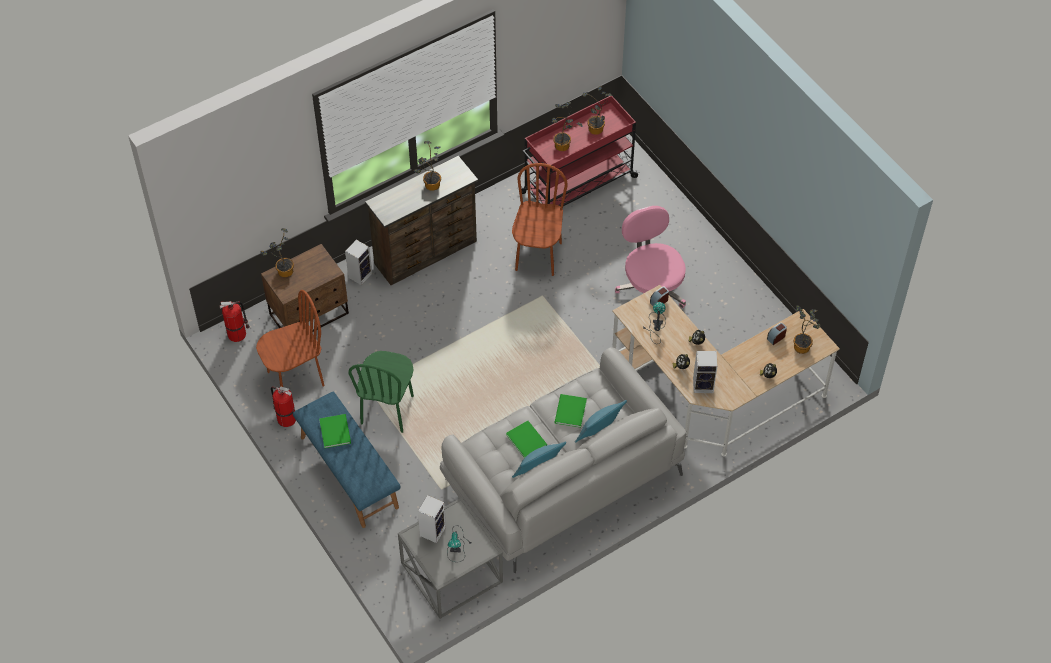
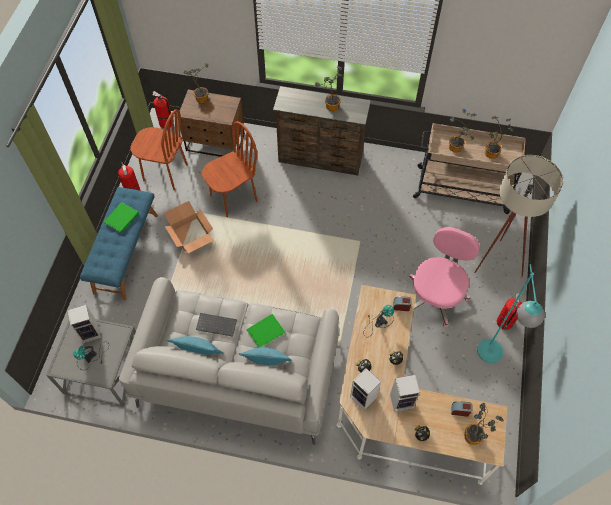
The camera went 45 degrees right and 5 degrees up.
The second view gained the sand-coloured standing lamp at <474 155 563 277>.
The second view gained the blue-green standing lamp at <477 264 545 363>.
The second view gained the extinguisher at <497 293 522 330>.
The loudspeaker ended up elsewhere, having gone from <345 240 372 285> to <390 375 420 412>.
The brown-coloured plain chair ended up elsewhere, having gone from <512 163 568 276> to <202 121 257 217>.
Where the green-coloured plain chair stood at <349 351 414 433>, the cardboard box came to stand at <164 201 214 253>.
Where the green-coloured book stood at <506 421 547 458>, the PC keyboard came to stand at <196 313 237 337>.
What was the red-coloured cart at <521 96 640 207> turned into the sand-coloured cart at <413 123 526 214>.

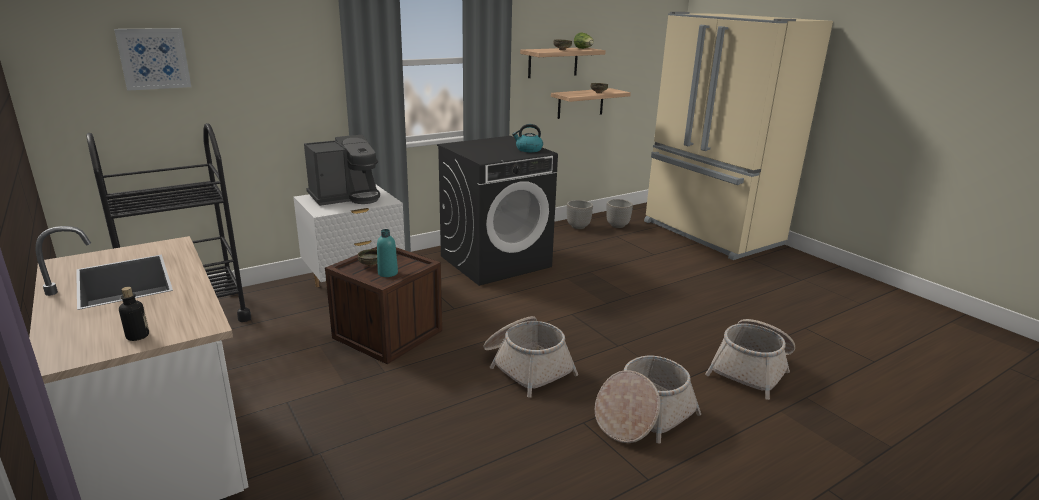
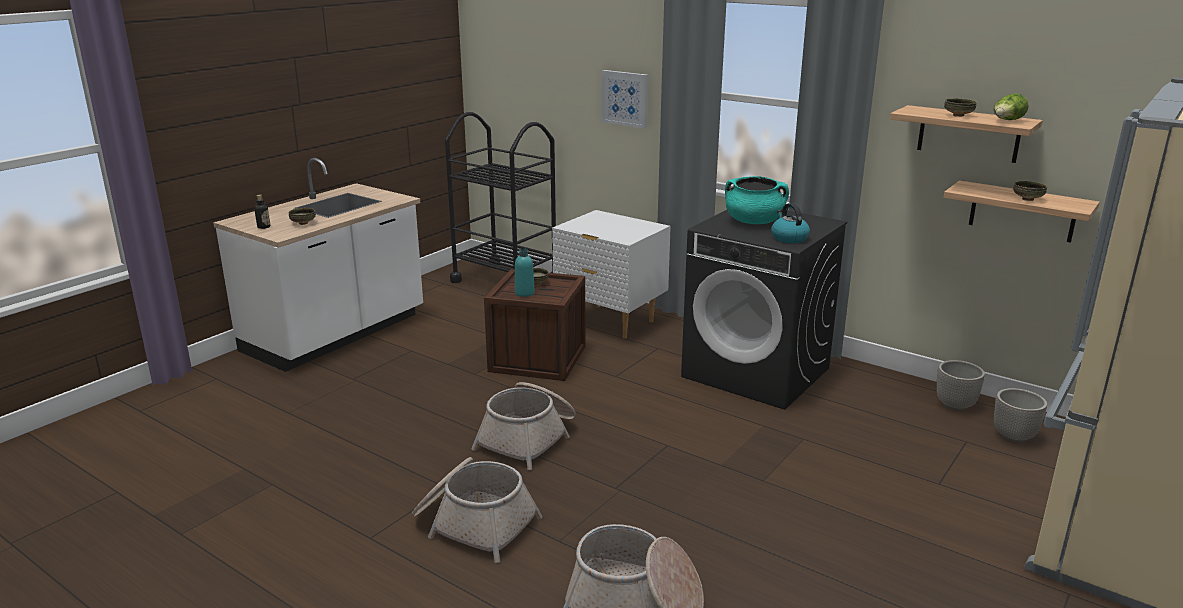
The camera went 70 degrees right and 0 degrees up.
The second view lost the coffee maker at <304 135 380 206>.
The second view gained the serving bowl at <289 208 316 225>.
The second view gained the blue-green saucepot at <725 176 789 224>.
The picture ended up elsewhere, having gone from <114 28 191 91> to <602 70 648 128>.

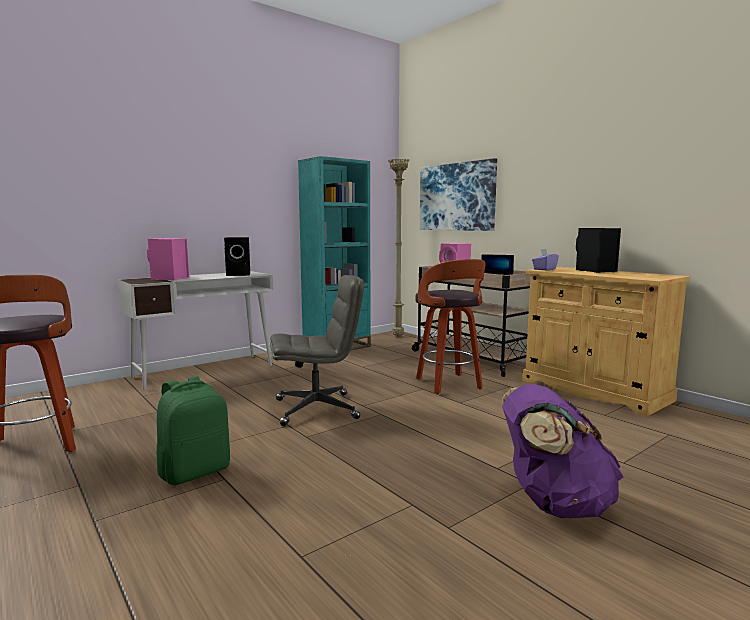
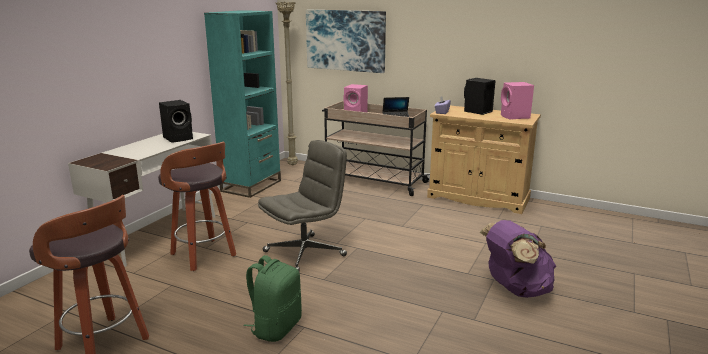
The camera went 25 degrees left and 10 degrees up.
The pink-coloured loudspeaker ended up elsewhere, having gone from <147 238 189 281> to <501 82 534 119>.
The sitting stool ended up elsewhere, having gone from <415 259 485 394> to <158 142 236 271>.

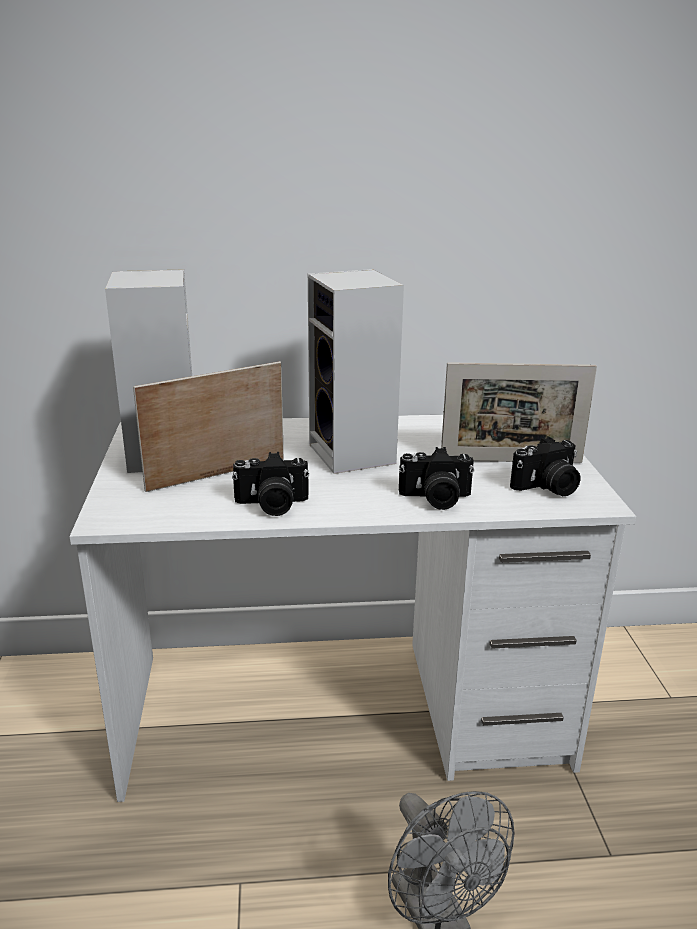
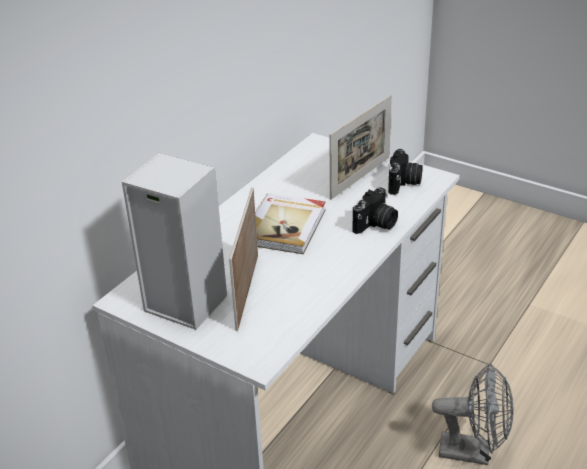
The camera went 50 degrees left and 10 degrees up.
The second view lost the still camera at <232 452 309 516>.
Where the loudspeaker stood at <308 269 404 474>, the book came to stand at <255 193 326 254>.

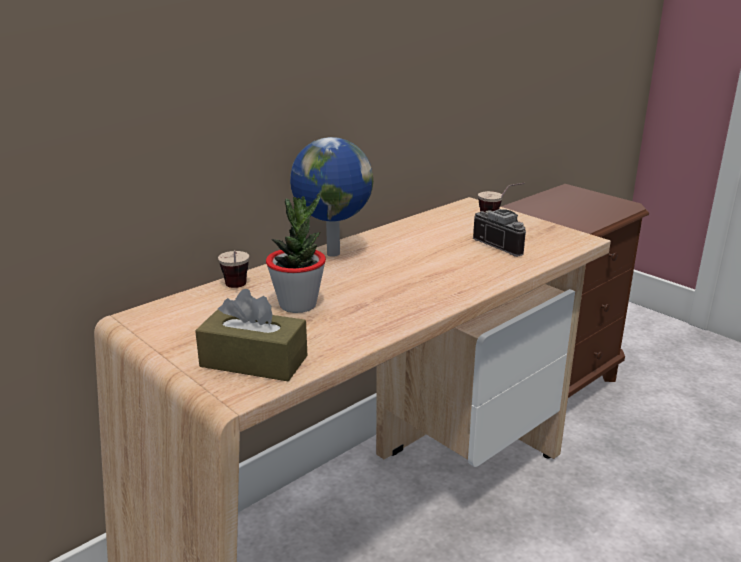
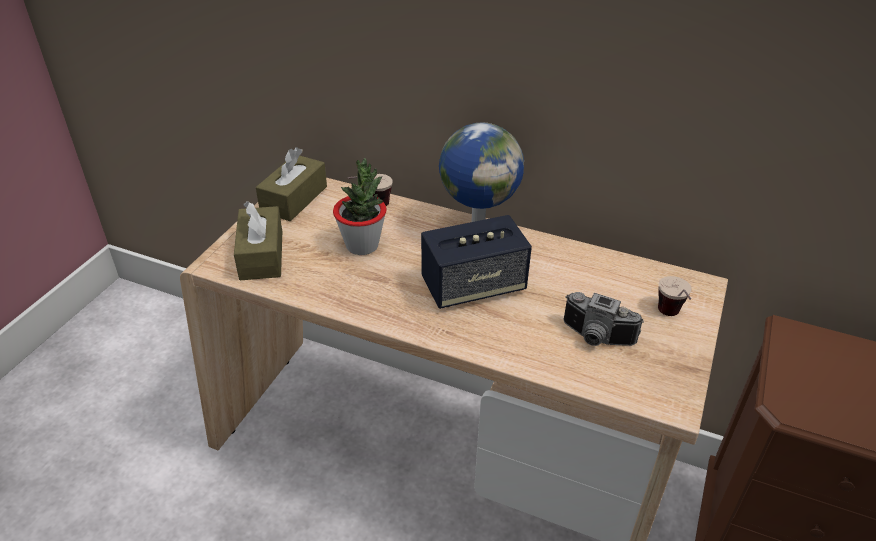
The camera went 65 degrees right and 15 degrees up.
The second view gained the brown-coloured tissue box at <256 147 327 221>.
The second view gained the loudspeaker at <421 215 532 309>.
The still camera at <473 209 526 257> ended up facing another way, 90 degrees clockwise from before.

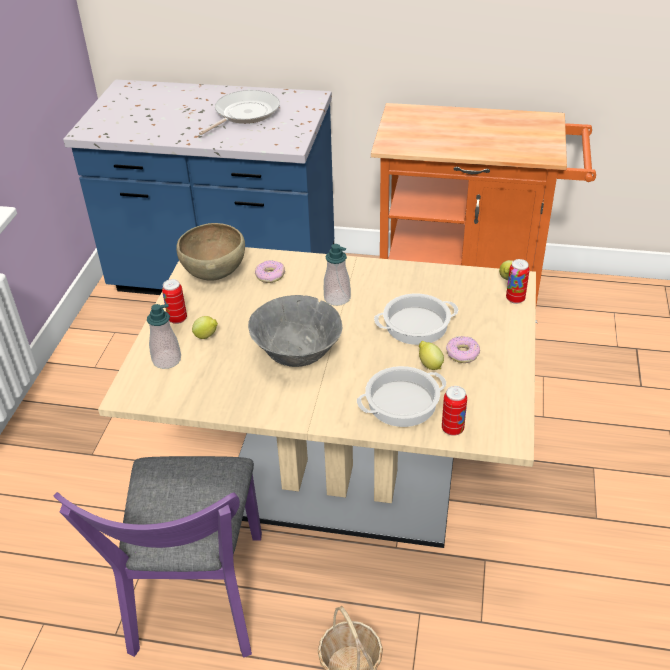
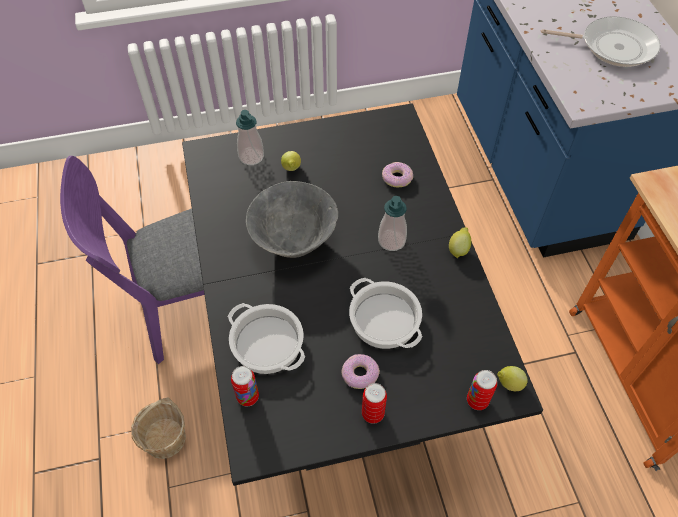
The camera went 65 degrees right and 15 degrees up.
The second view lost the brown-coloured serving bowl at <176 223 245 281>.
The can ended up elsewhere, having gone from <162 279 187 324> to <362 383 387 424>.
The lemon ended up elsewhere, having gone from <419 341 444 370> to <449 227 471 258>.
What was the sand-coloured dinner table at <98 247 536 548> turned into the black-coloured dinner table at <182 103 543 486>.

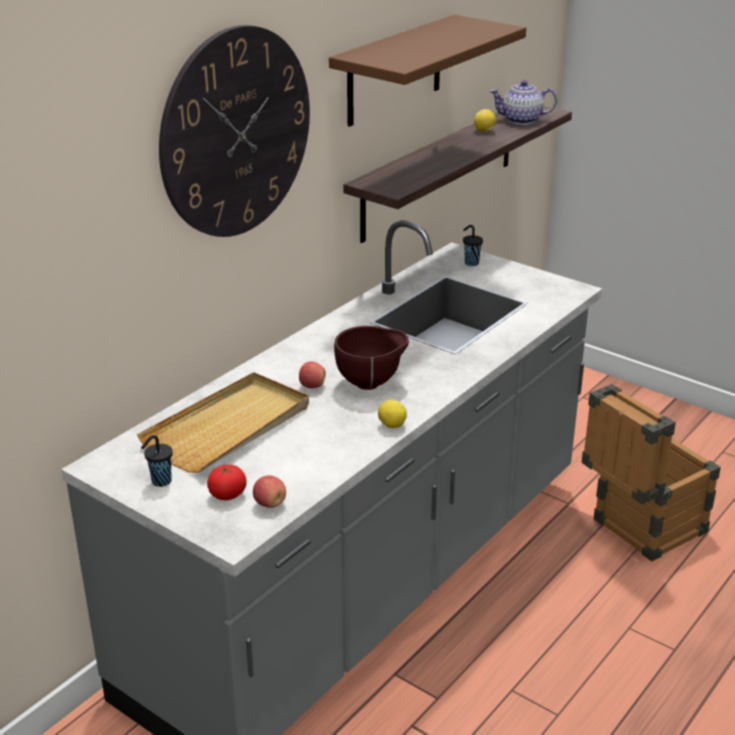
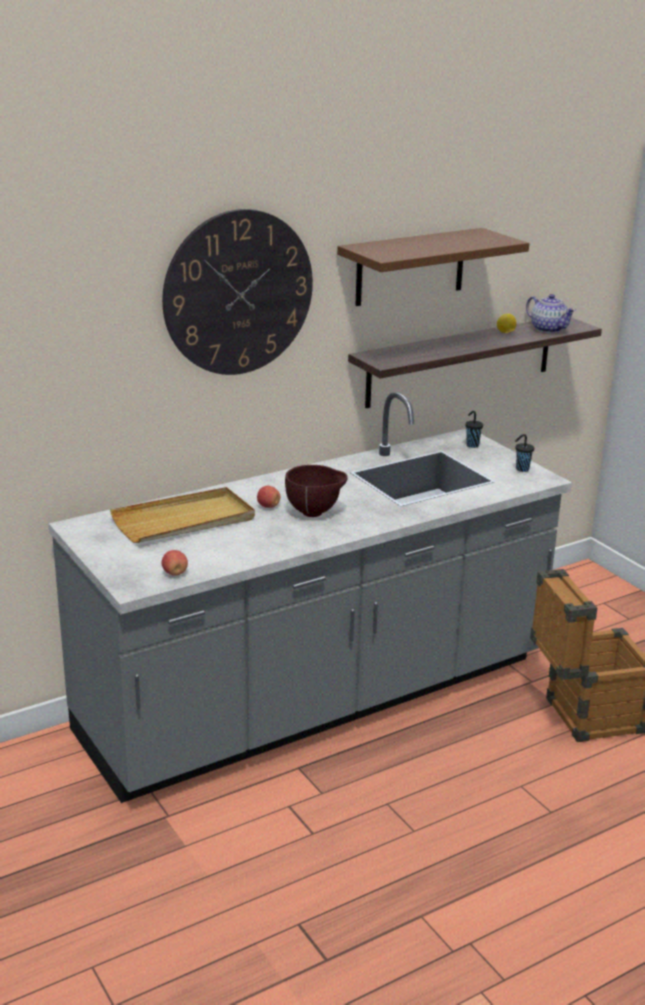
The camera went 20 degrees right and 5 degrees down.
The second view lost the fresh tomato at <207 465 246 500>.
The second view lost the lemon at <378 400 407 428>.
The black-coloured drinking cup ended up elsewhere, having gone from <141 435 173 487> to <515 434 534 472>.
The teapot at <490 80 557 125> ended up facing another way, 150 degrees counterclockwise from before.

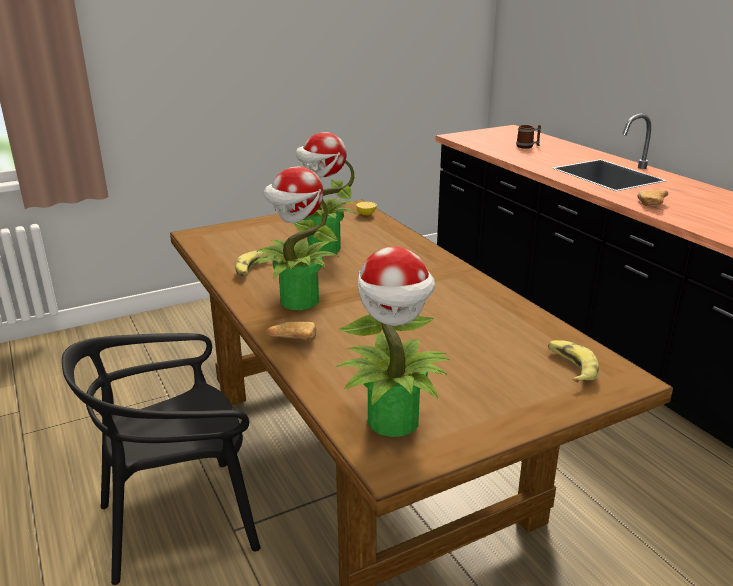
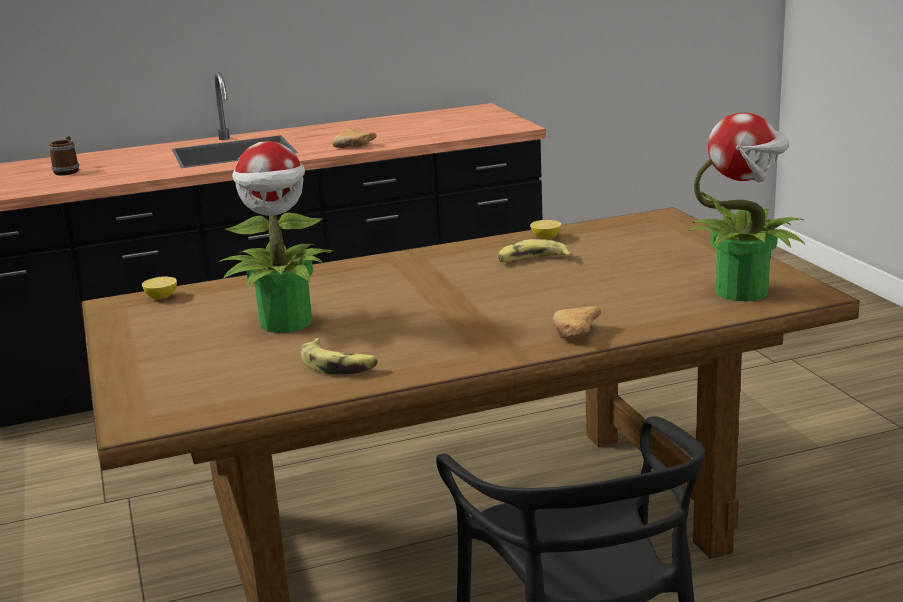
The camera went 80 degrees left and 5 degrees down.
The second view lost the potted plant at <252 166 341 310>.
The second view gained the lemon at <530 220 562 240>.
The banana ended up elsewhere, having gone from <548 340 599 383> to <498 239 573 262>.

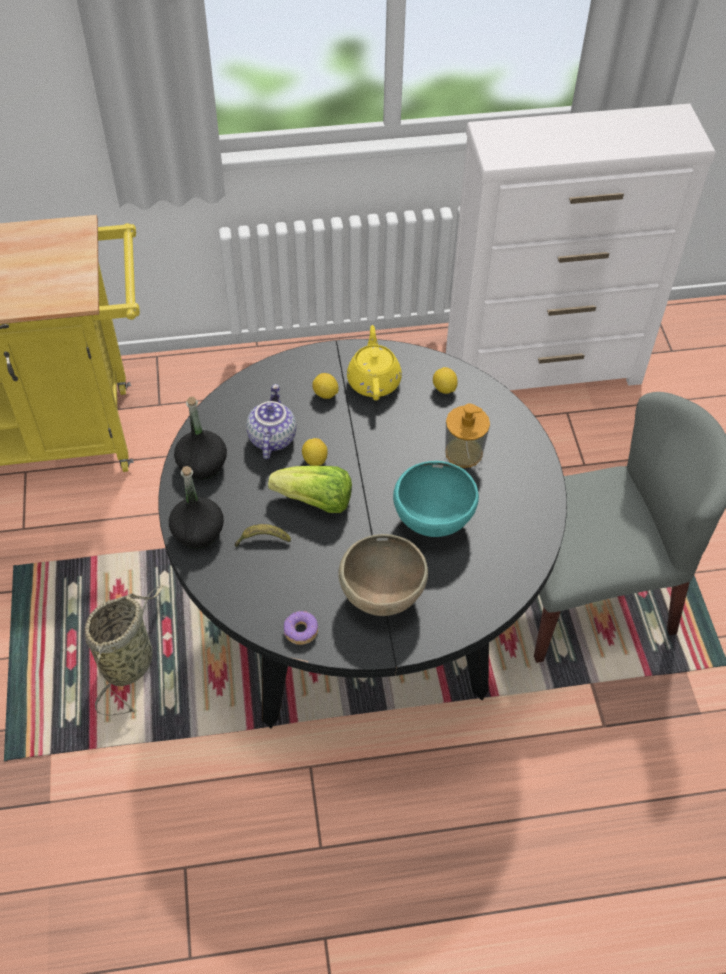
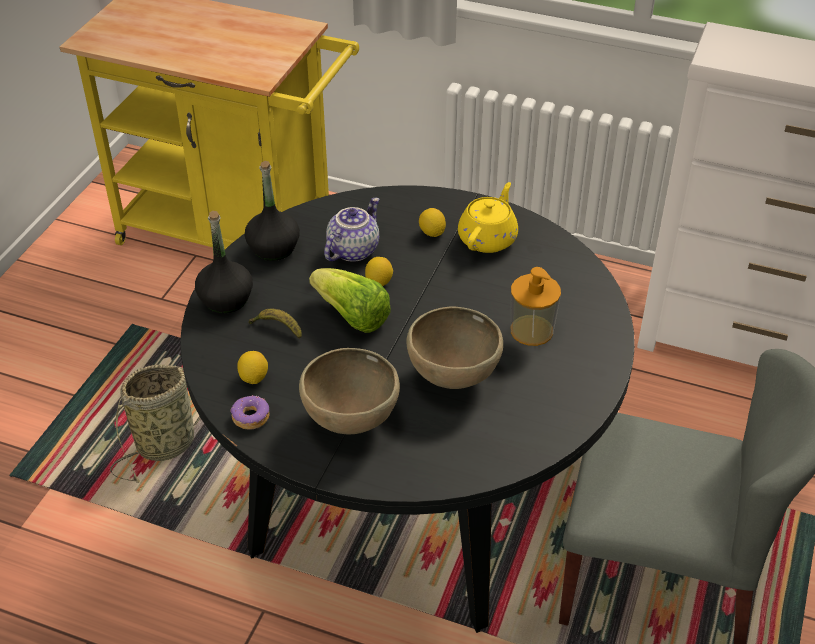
The camera went 30 degrees right and 10 degrees down.
The lemon ended up elsewhere, having gone from <433 367 458 394> to <237 351 268 384>.
What was the blue-green serving bowl at <393 461 479 537> turned into the brown-coloured serving bowl at <406 307 503 389>.

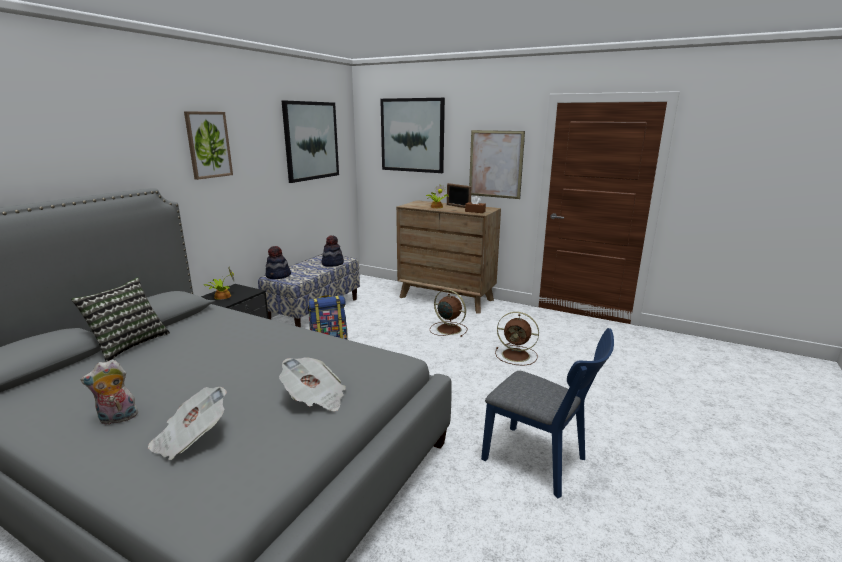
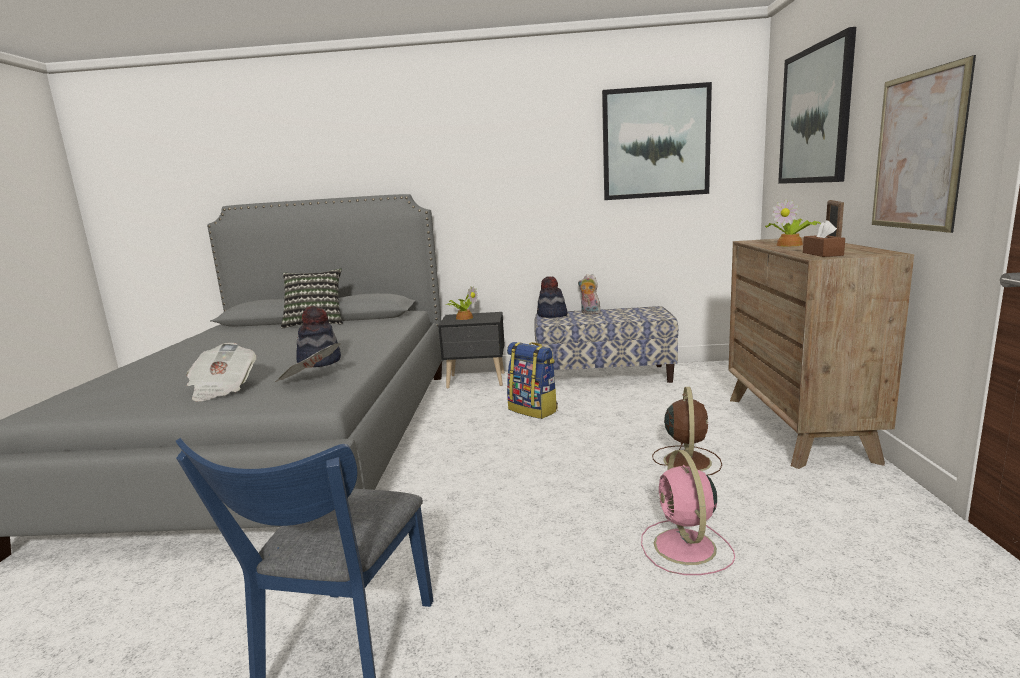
The camera went 65 degrees right and 5 degrees down.
The second view lost the picture at <184 111 233 180>.
The soft toy ended up elsewhere, having gone from <81 359 138 425> to <578 274 601 314>.
The daily paper ended up elsewhere, having gone from <148 387 227 460> to <275 343 341 382>.
The wearable hat ended up elsewhere, having gone from <322 235 344 267> to <296 306 341 367>.
What was the brown-coloured electric fan at <495 312 539 366> turned into the pink-coloured electric fan at <641 450 735 575>.

